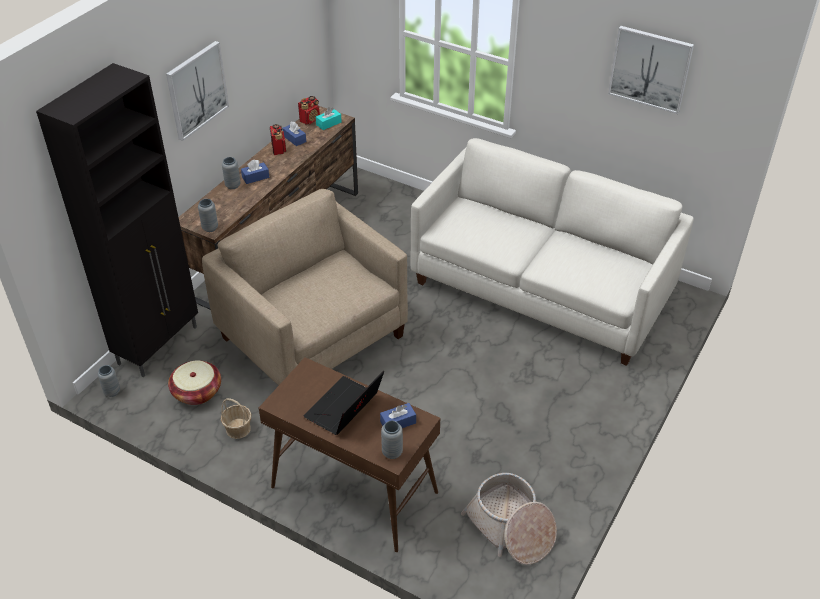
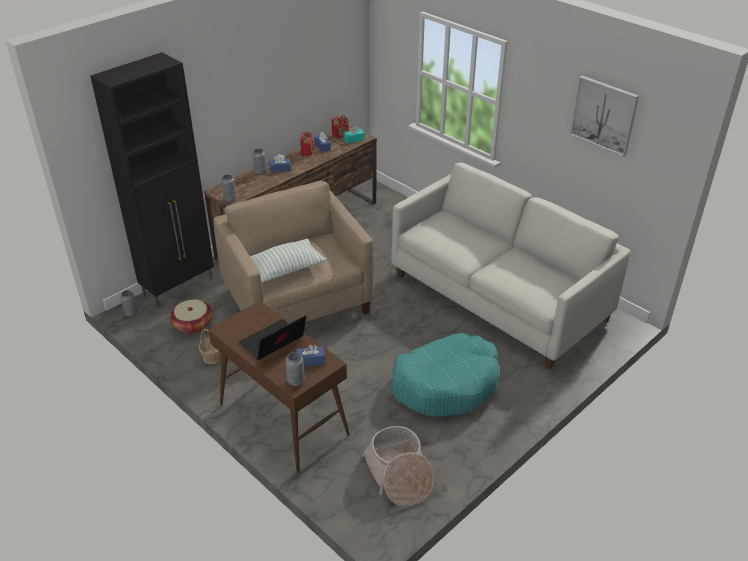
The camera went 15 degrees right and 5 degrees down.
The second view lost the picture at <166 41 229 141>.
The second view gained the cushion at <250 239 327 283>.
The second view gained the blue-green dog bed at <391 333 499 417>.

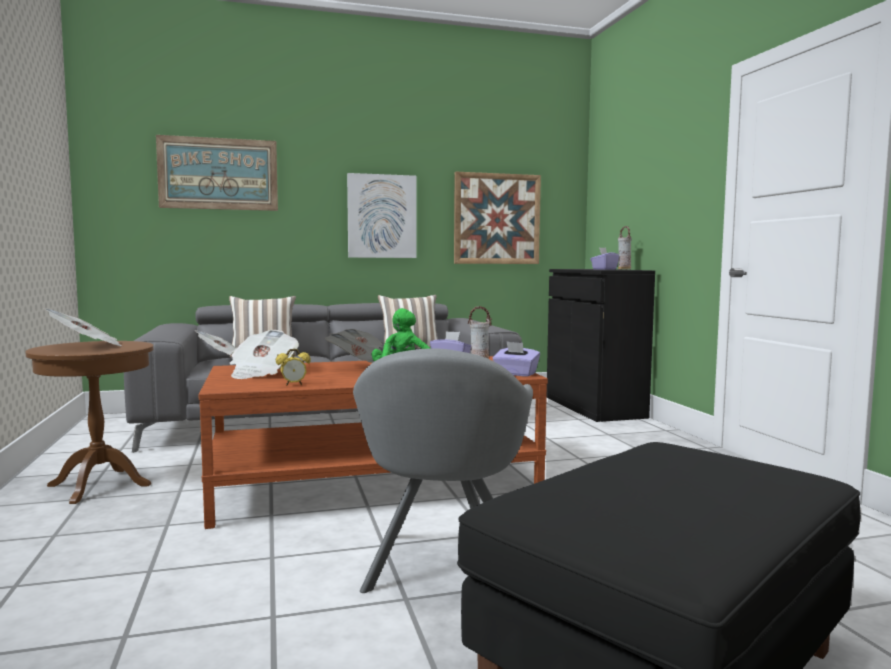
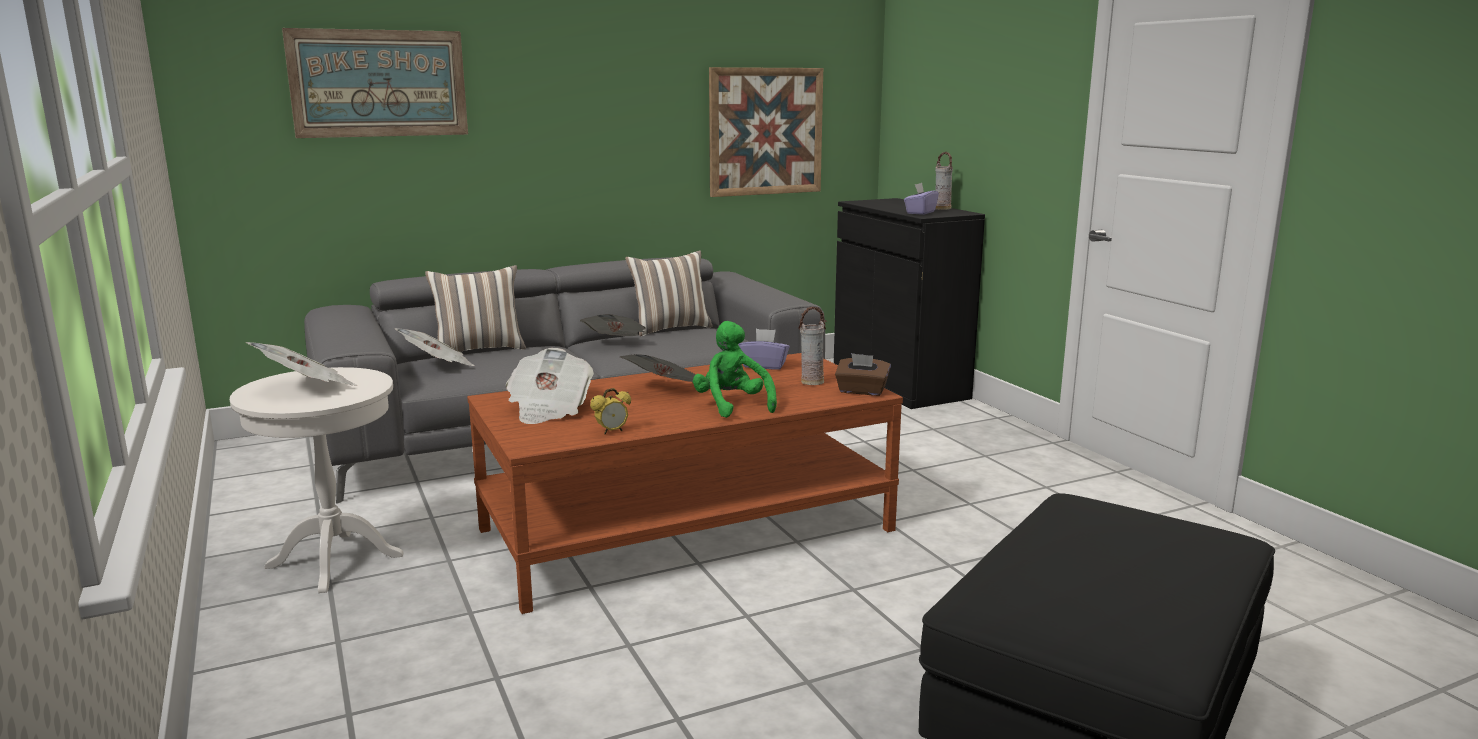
The camera went 10 degrees left and 10 degrees up.
The second view lost the picture at <347 173 417 258>.
The second view lost the greyish lounge chair at <353 348 533 593>.
What was the brown-coloured end table at <25 341 153 504> turned into the white-coloured end table at <230 367 404 593>.
What was the purple-coloured tissue box at <493 341 540 376> turned into the brown-coloured tissue box at <835 353 891 396>.

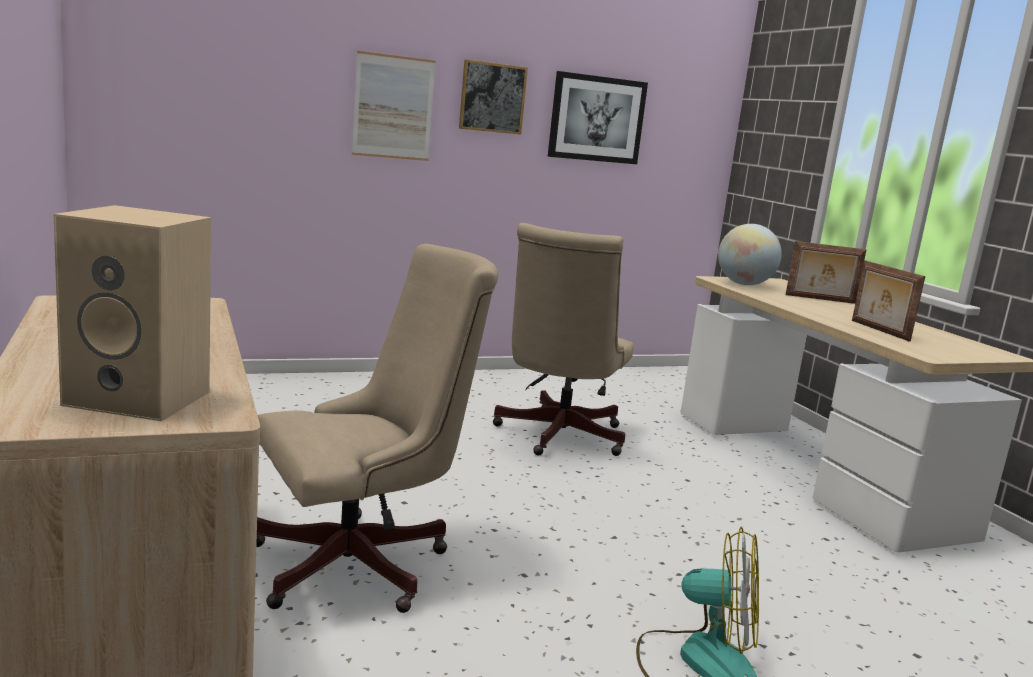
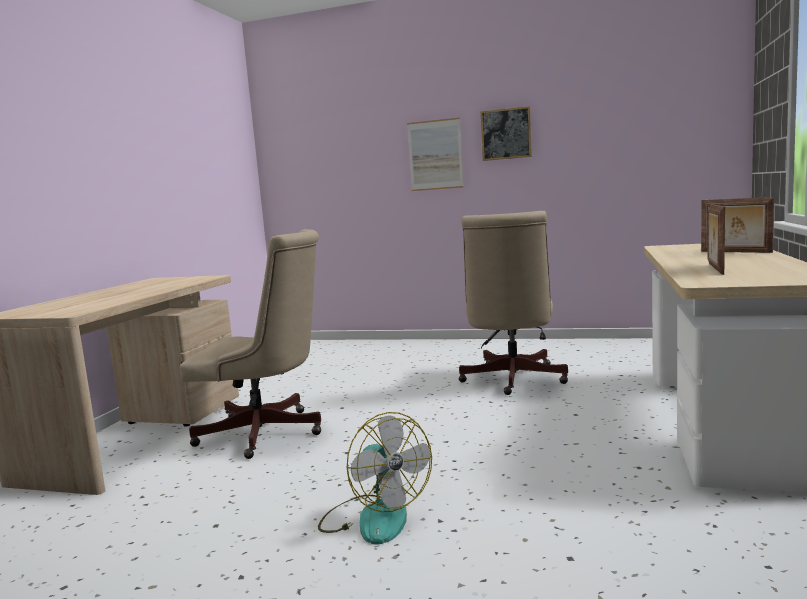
The camera went 40 degrees right and 5 degrees down.
The second view lost the sand-coloured loudspeaker at <54 205 211 421>.
The second view lost the picture at <548 71 648 164>.
The second view lost the globe at <718 224 782 285>.
The sand-coloured computer chair at <493 223 634 456> ended up facing another way, 45 degrees counterclockwise from before.

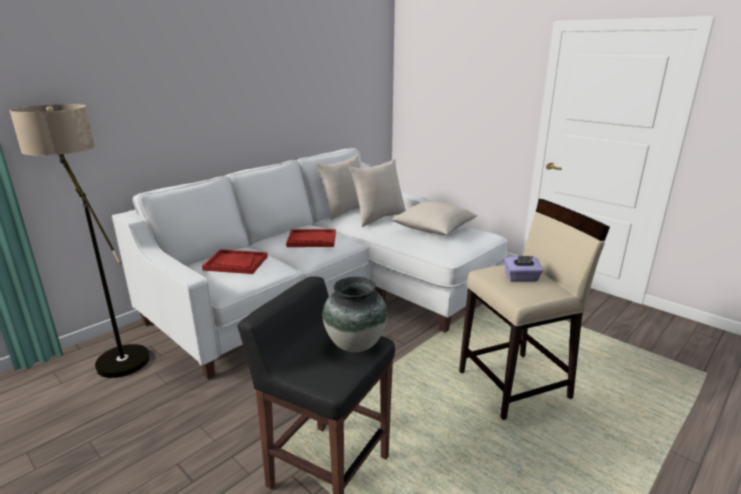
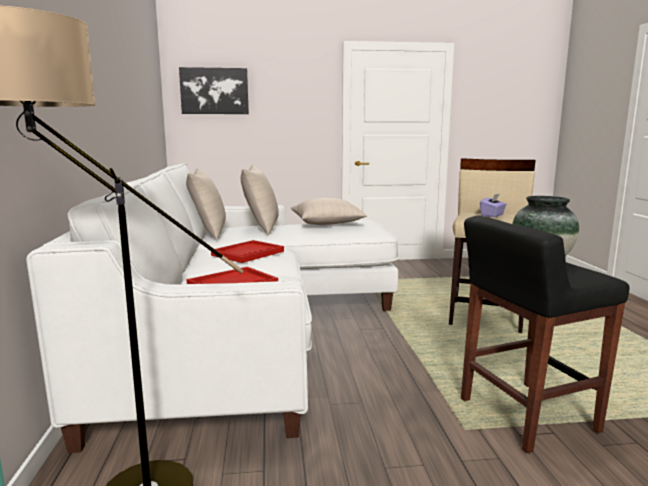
The camera went 50 degrees left and 10 degrees down.
The second view gained the picture at <179 67 249 114>.

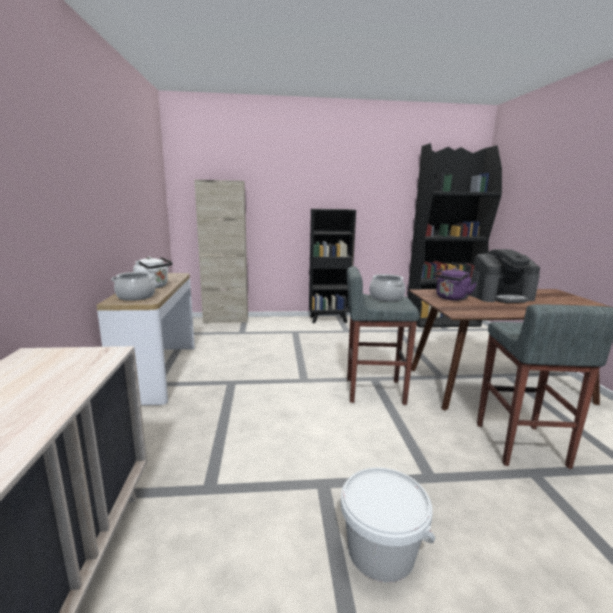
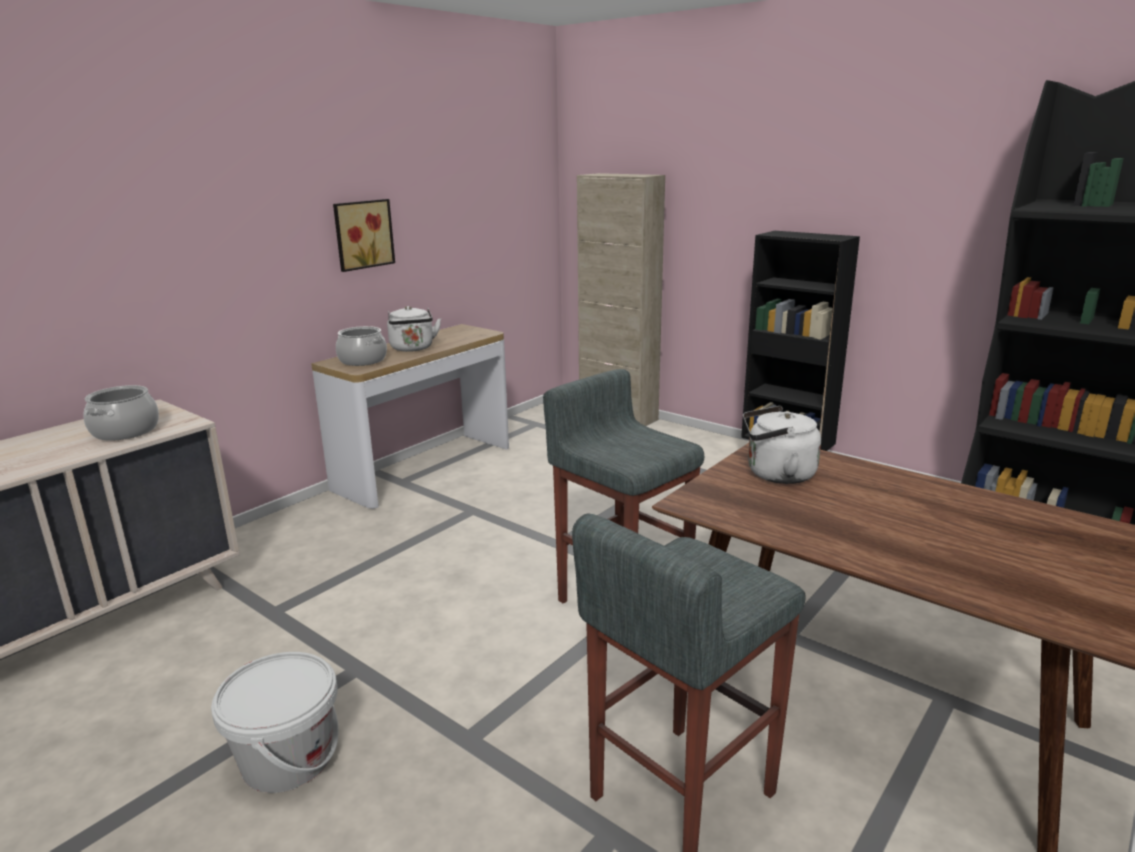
The camera went 45 degrees right and 5 degrees up.
The second view lost the coffee maker at <470 249 540 303>.
The second view gained the picture at <333 199 395 272>.
The saucepot ended up elsewhere, having gone from <369 274 405 301> to <83 385 159 441>.
What was the purple-coloured kettle at <433 268 477 301> turned into the white-coloured kettle at <743 406 821 484>.

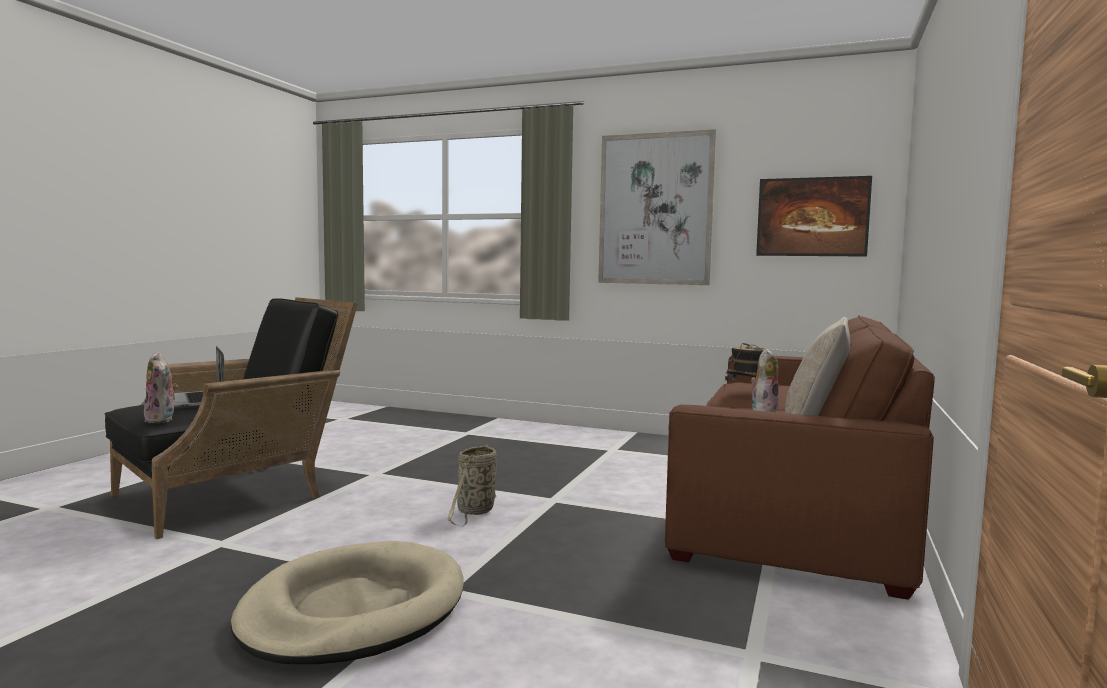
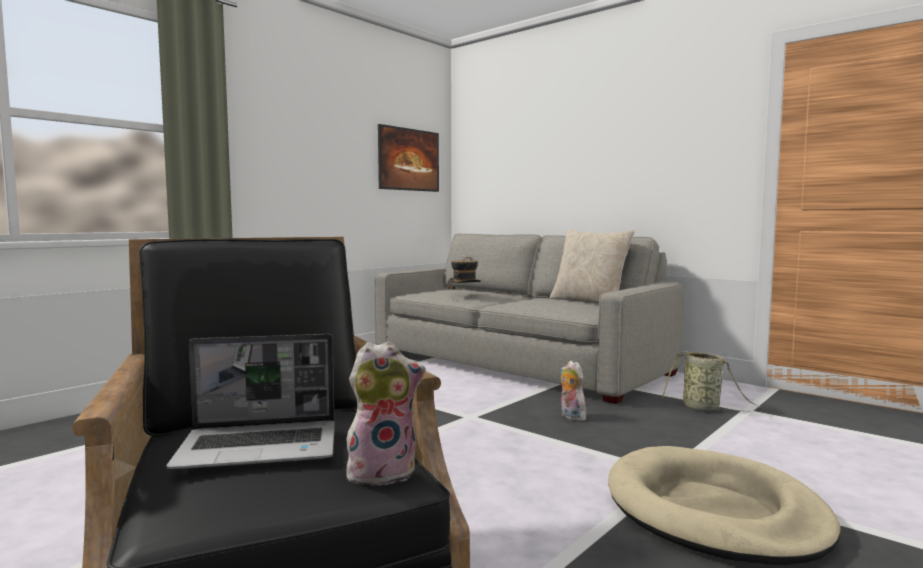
The camera went 70 degrees left and 0 degrees up.
The second view lost the picture at <598 129 716 285>.
The basket ended up elsewhere, having gone from <448 444 497 527> to <662 352 761 412>.
The soft toy ended up elsewhere, having gone from <751 349 779 412> to <560 361 586 421>.
What was the brown-coloured couch at <665 315 935 600> turned into the greyish couch at <374 234 684 404>.

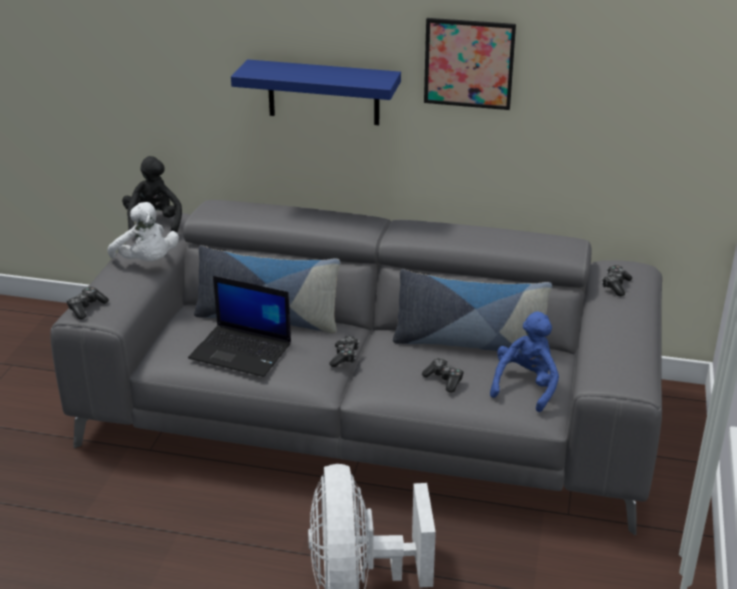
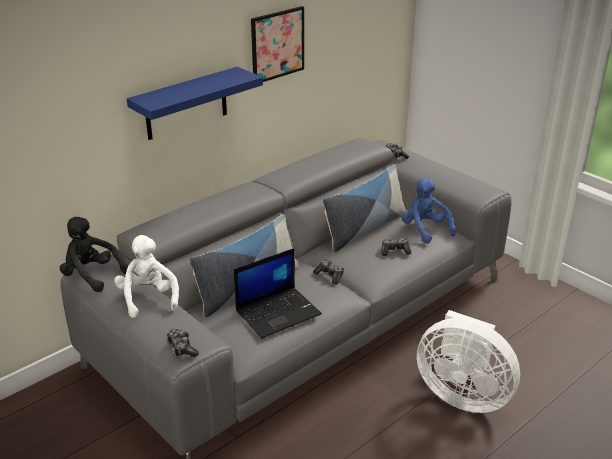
The camera went 55 degrees left and 0 degrees up.
The white-coloured soft toy at <107 202 179 261> ended up facing another way, 105 degrees counterclockwise from before.

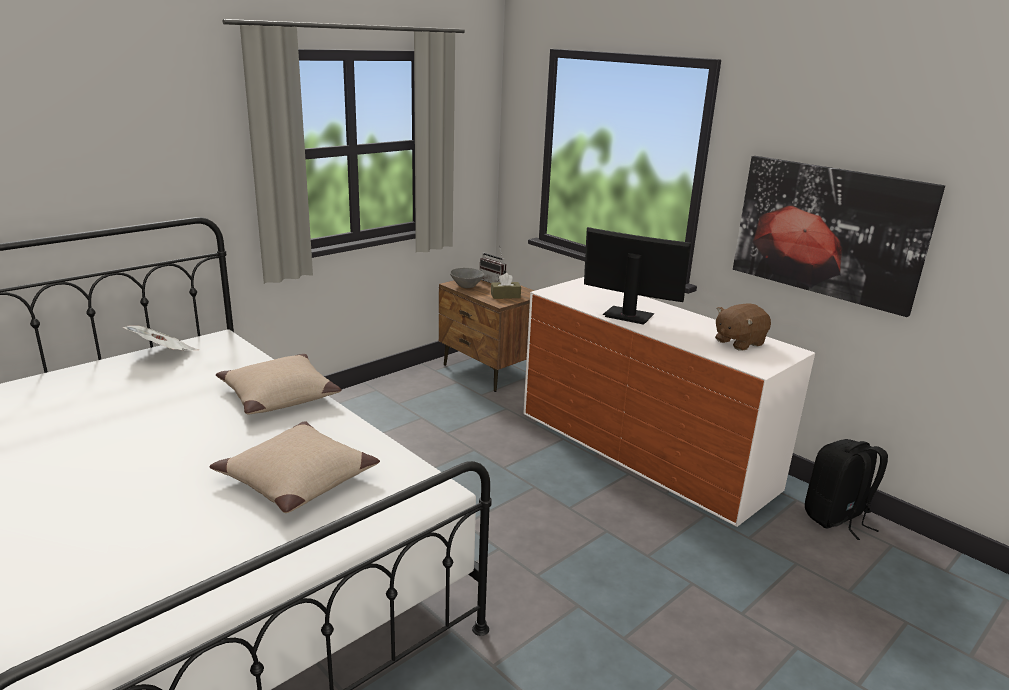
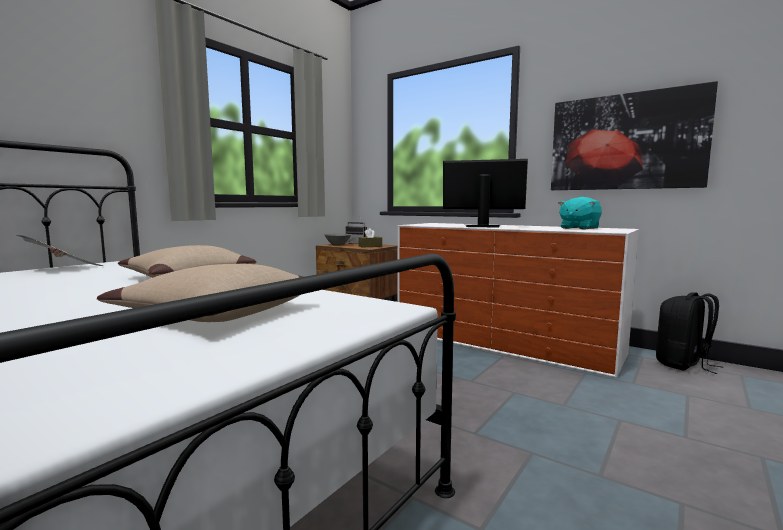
The camera went 10 degrees left and 15 degrees down.
What was the brown-coloured soft toy at <715 304 771 351> turned into the blue-green soft toy at <558 197 602 229>.

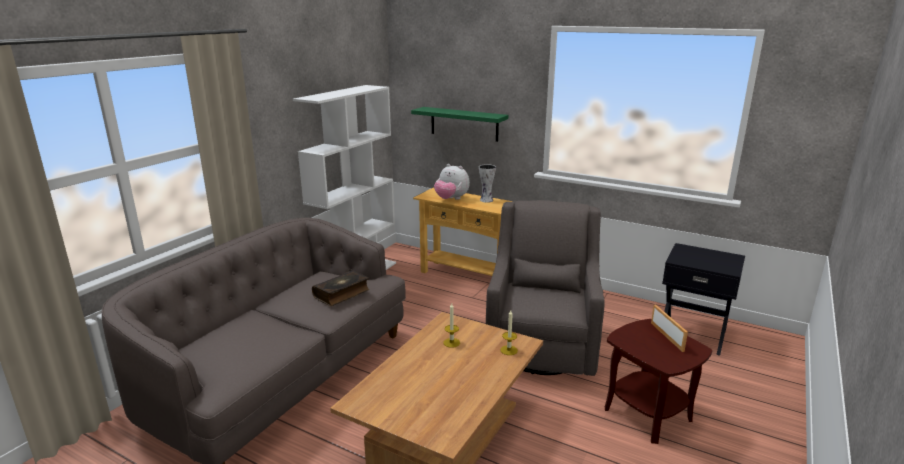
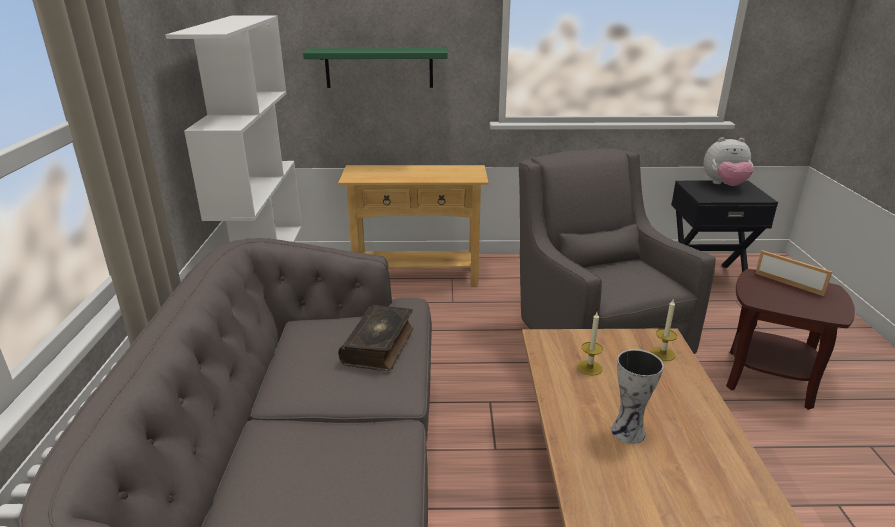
The camera went 30 degrees left and 5 degrees up.
The soft toy ended up elsewhere, having gone from <434 164 470 200> to <703 137 753 186>.
The flower vase ended up elsewhere, having gone from <479 164 496 203> to <611 349 664 444>.

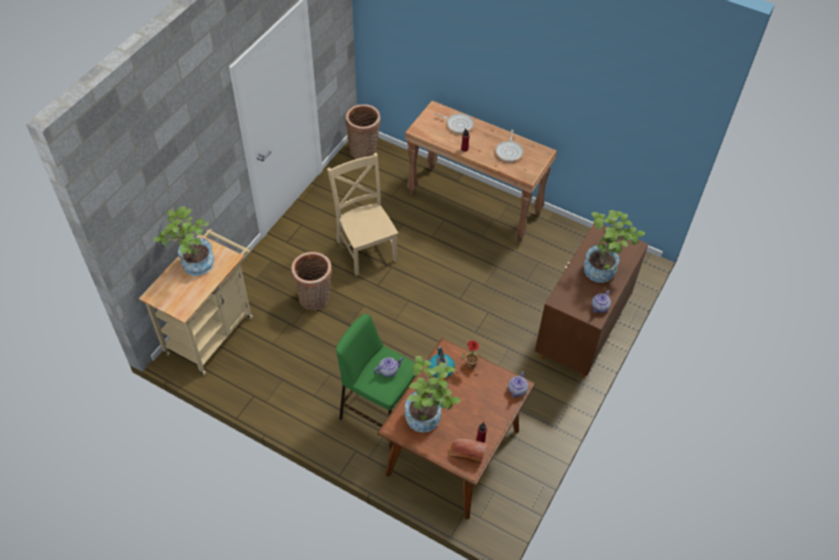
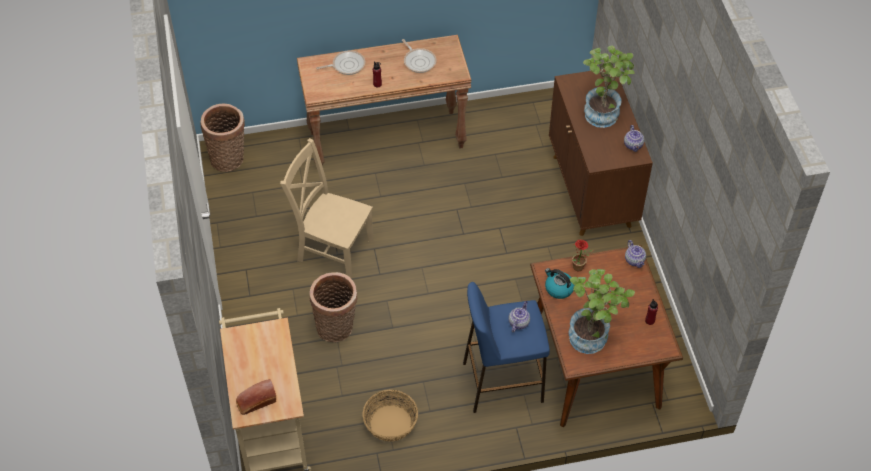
The camera went 40 degrees left and 0 degrees up.
The second view lost the potted plant at <154 206 214 276>.
The second view gained the basket at <362 390 418 441>.
The bakery bread ended up elsewhere, having gone from <449 439 487 465> to <236 379 276 415>.
What was the green-coloured sitting stool at <336 314 415 449> turned into the blue sitting stool at <463 282 550 413>.

